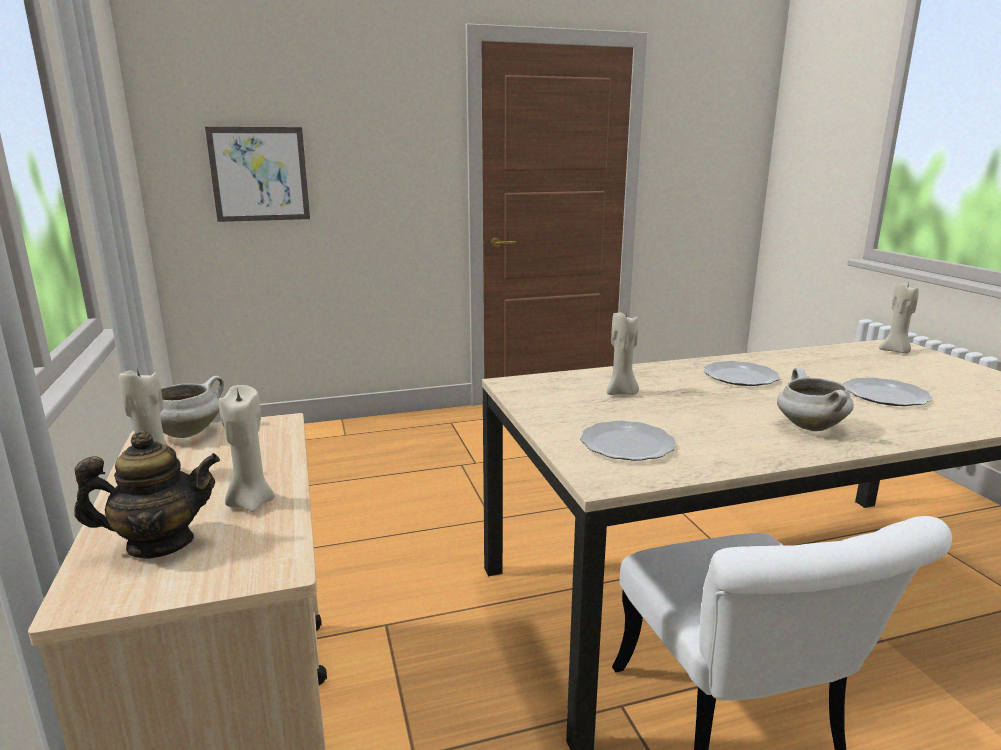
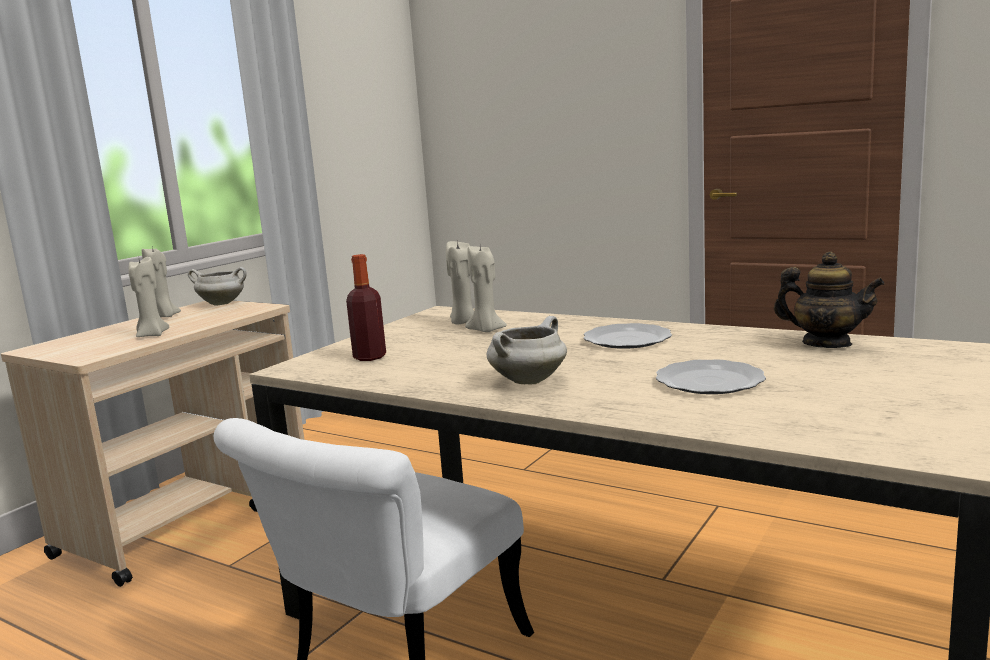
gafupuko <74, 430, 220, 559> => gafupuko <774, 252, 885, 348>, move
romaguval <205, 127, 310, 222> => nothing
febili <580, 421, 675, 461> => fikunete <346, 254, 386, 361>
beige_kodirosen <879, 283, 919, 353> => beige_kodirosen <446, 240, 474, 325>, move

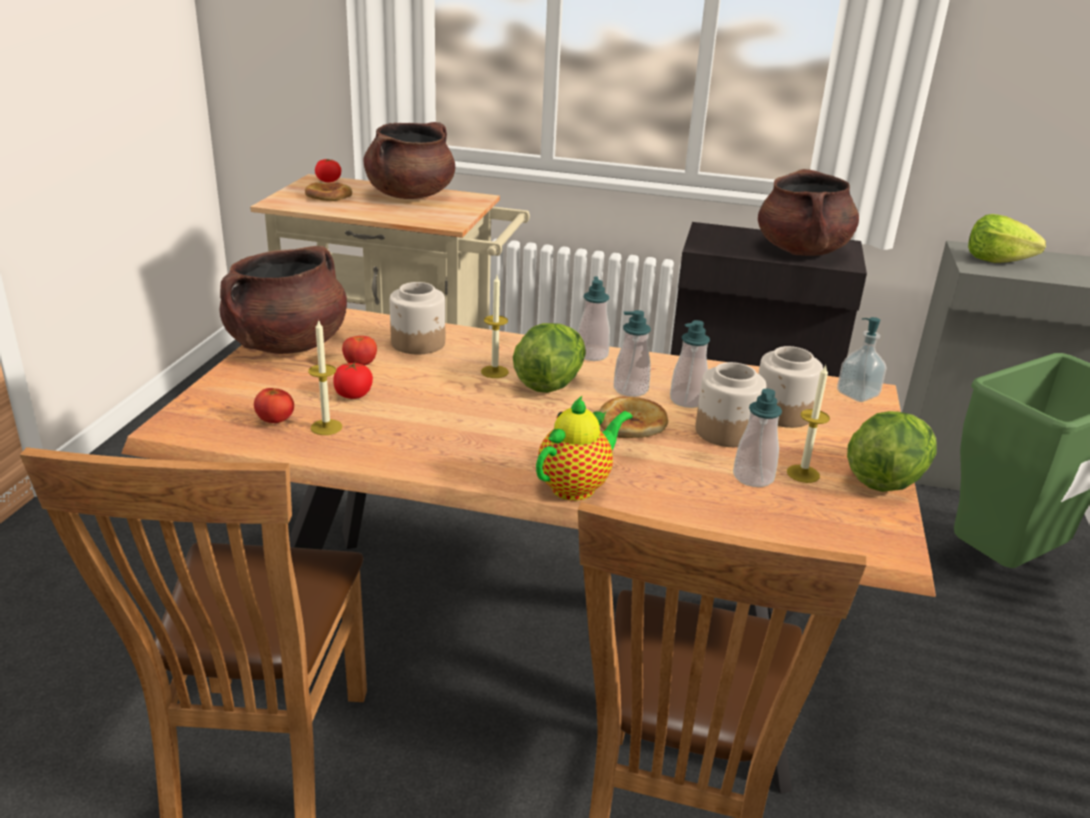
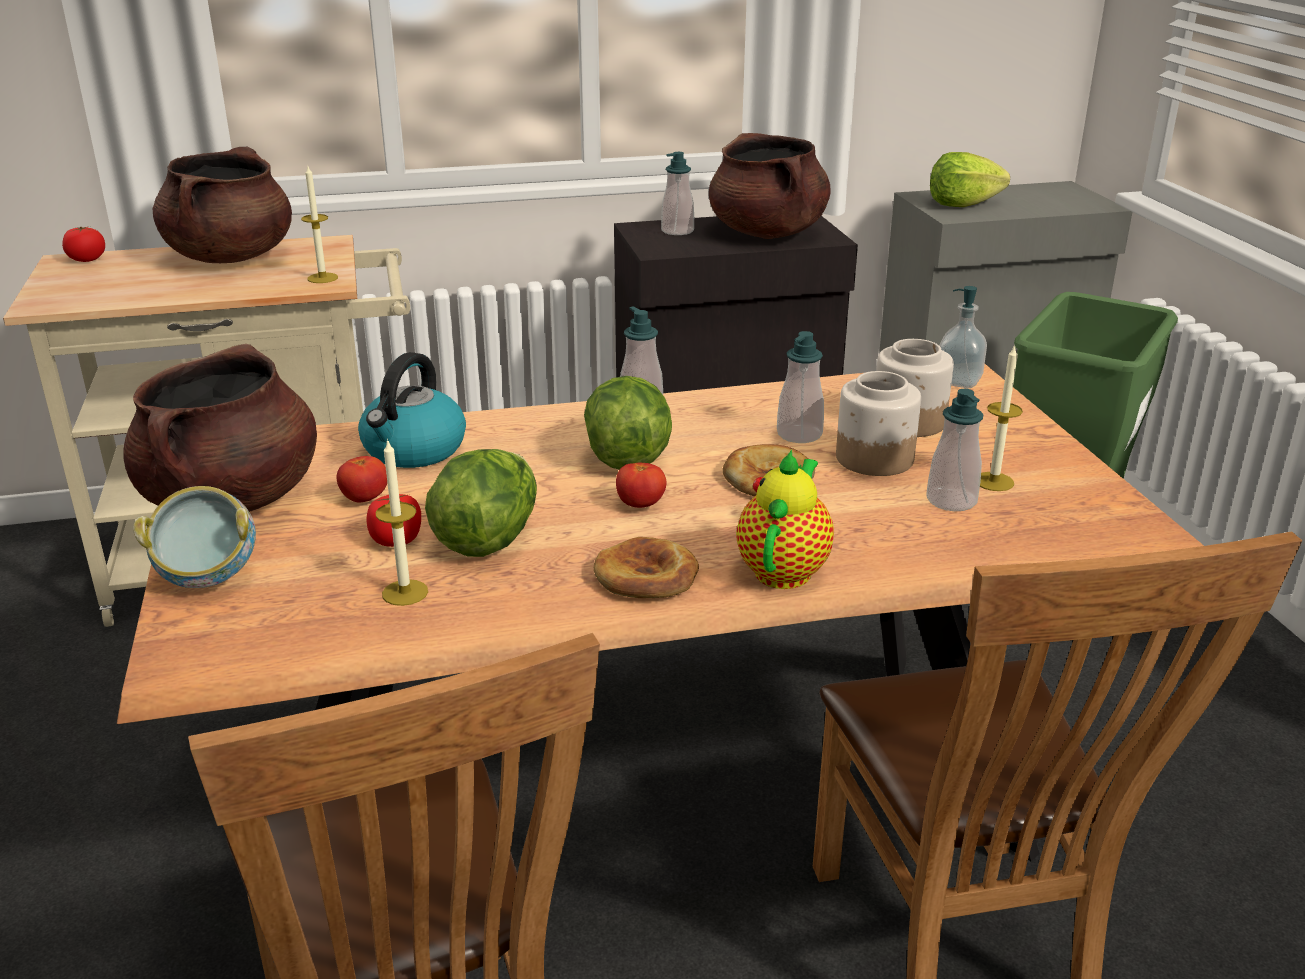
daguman <254, 388, 294, 423> => daguman <616, 463, 666, 508>, move
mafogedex <305, 182, 352, 201> => mafogedex <594, 537, 699, 598>, move
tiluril <390, 282, 445, 354> => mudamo <358, 352, 466, 468>
kodirosen <481, 275, 509, 378> => kodirosen <301, 166, 338, 283>, move
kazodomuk <614, 310, 651, 397> => kazodomuk <661, 152, 694, 235>, move
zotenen <847, 411, 937, 492> => zotenen <425, 449, 537, 557>, move
nothing => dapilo <133, 486, 256, 588>

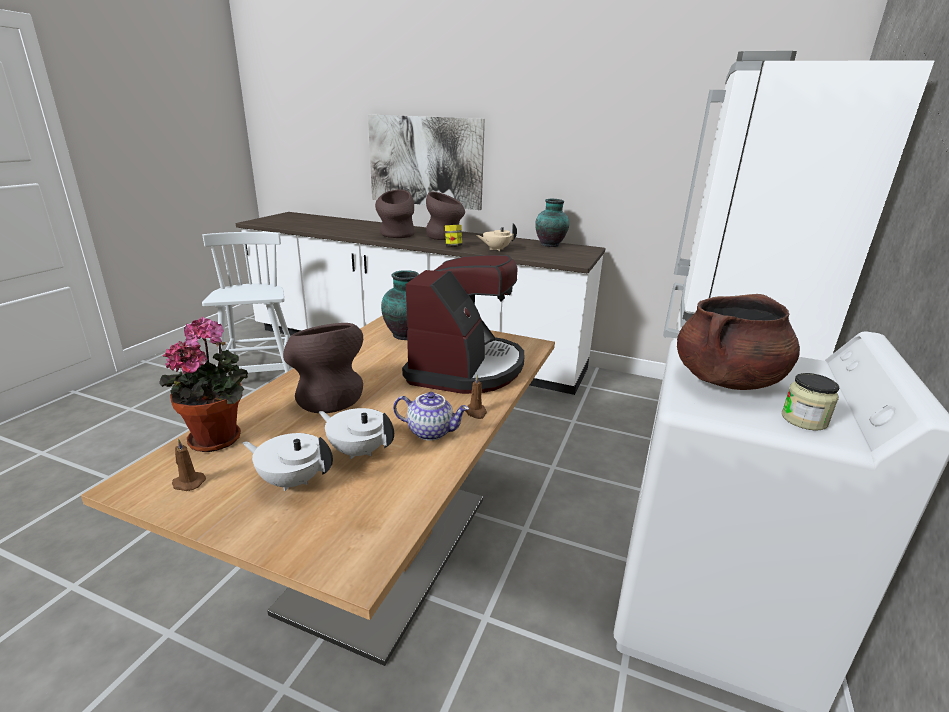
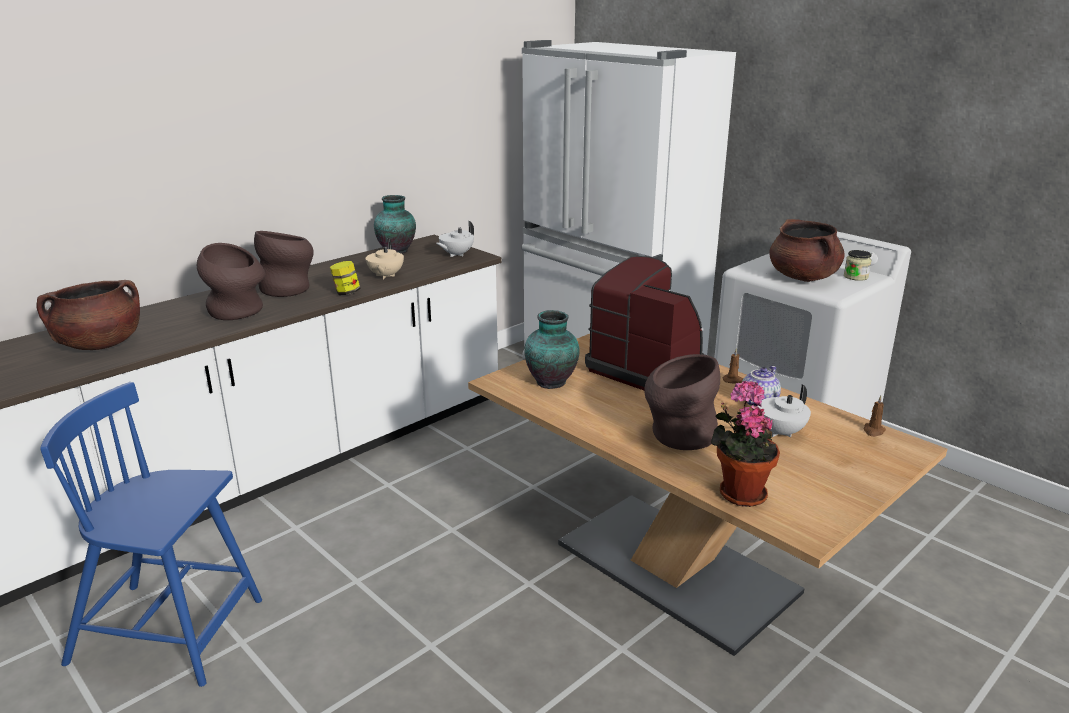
brown_kodirosen <172, 438, 206, 491> => brown_kodirosen <863, 396, 886, 437>, move
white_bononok <202, 232, 290, 374> => blue_bononok <40, 382, 262, 687>
white_gafupuko <243, 433, 333, 491> => white_gafupuko <436, 221, 474, 257>, move
romaguval <368, 115, 485, 210> => nothing
nothing => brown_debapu <36, 280, 140, 350>

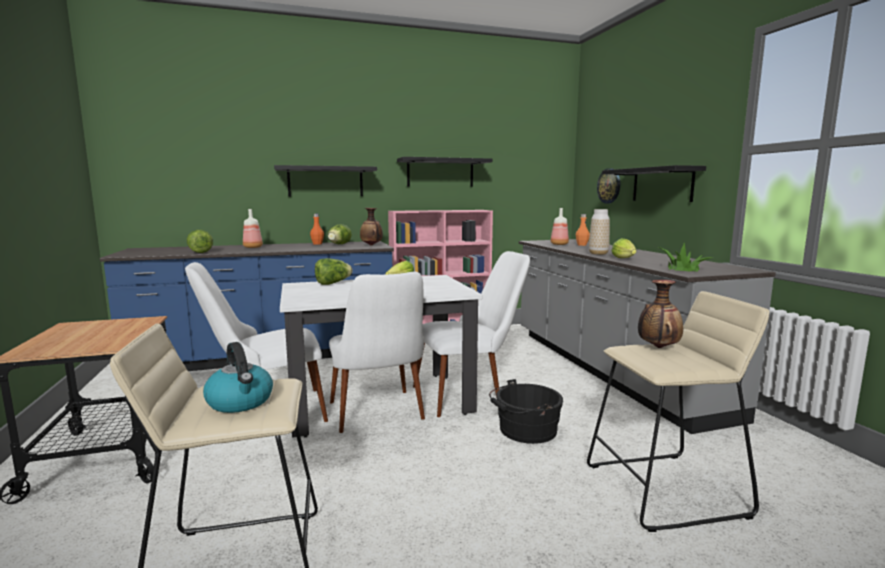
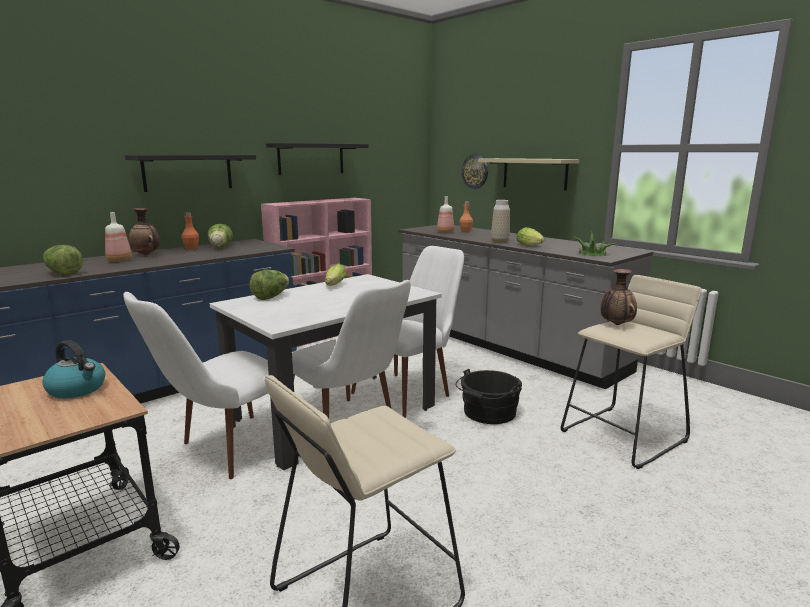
mudamo <203, 342, 273, 413> => mudamo <42, 340, 105, 399>, move
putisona <360, 208, 383, 245> => putisona <129, 208, 160, 255>, move
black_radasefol <602, 165, 706, 202> => beige_radasefol <478, 158, 579, 190>

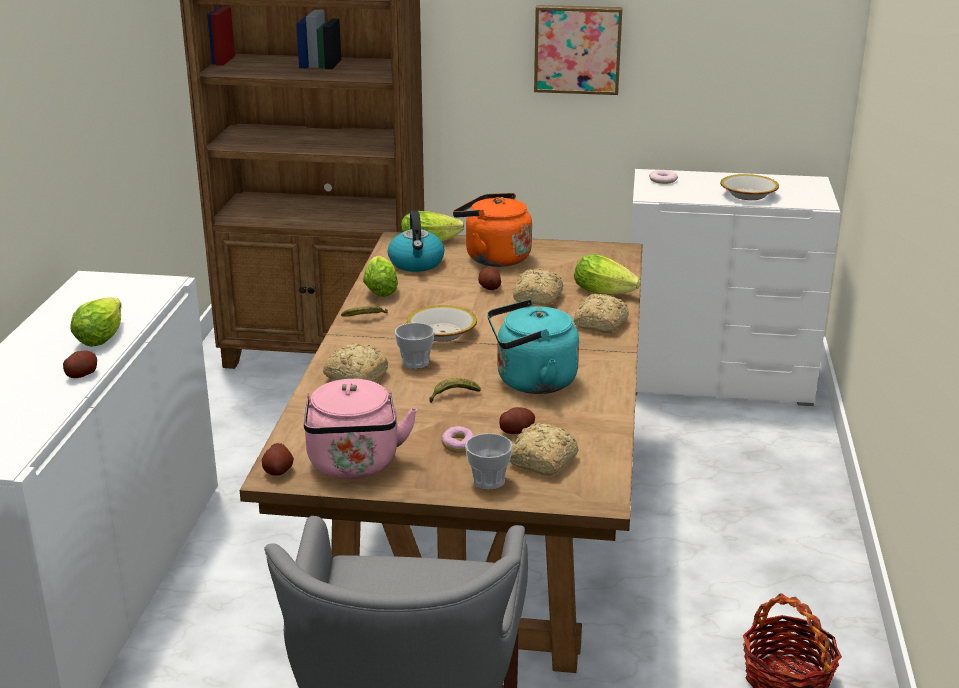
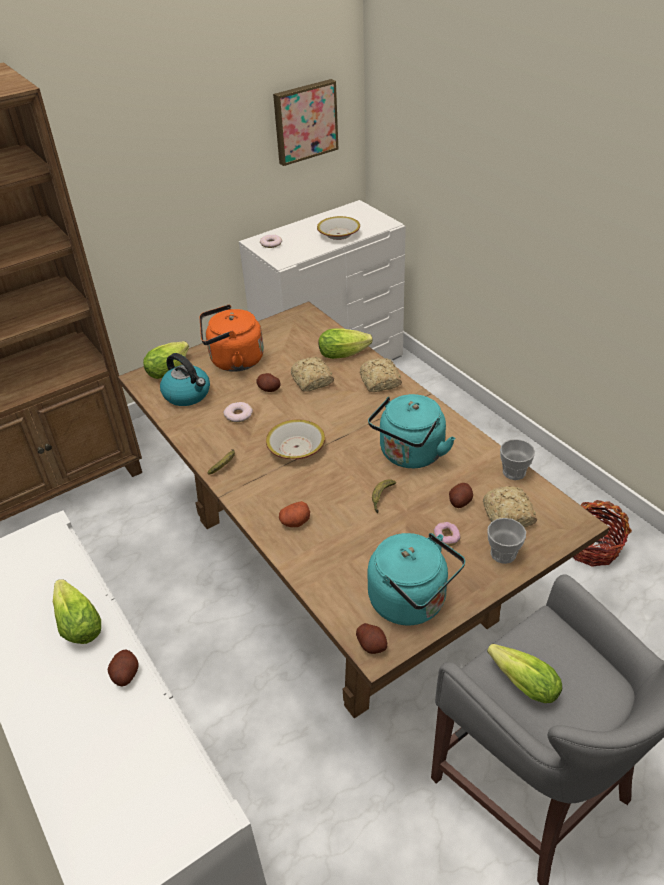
pink_mudamo <304, 379, 417, 479> => turquoise_mudamo <367, 533, 465, 625>
mafogedex <323, 343, 388, 382> => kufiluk <279, 501, 310, 527>
zotenen <363, 256, 398, 297> => zotenen <487, 644, 562, 703>, move
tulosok <395, 323, 435, 369> => tulosok <500, 439, 535, 480>, move
romaguval <534, 5, 623, 95> => romaguval <273, 79, 338, 166>, move
nothing => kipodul <224, 402, 253, 422>

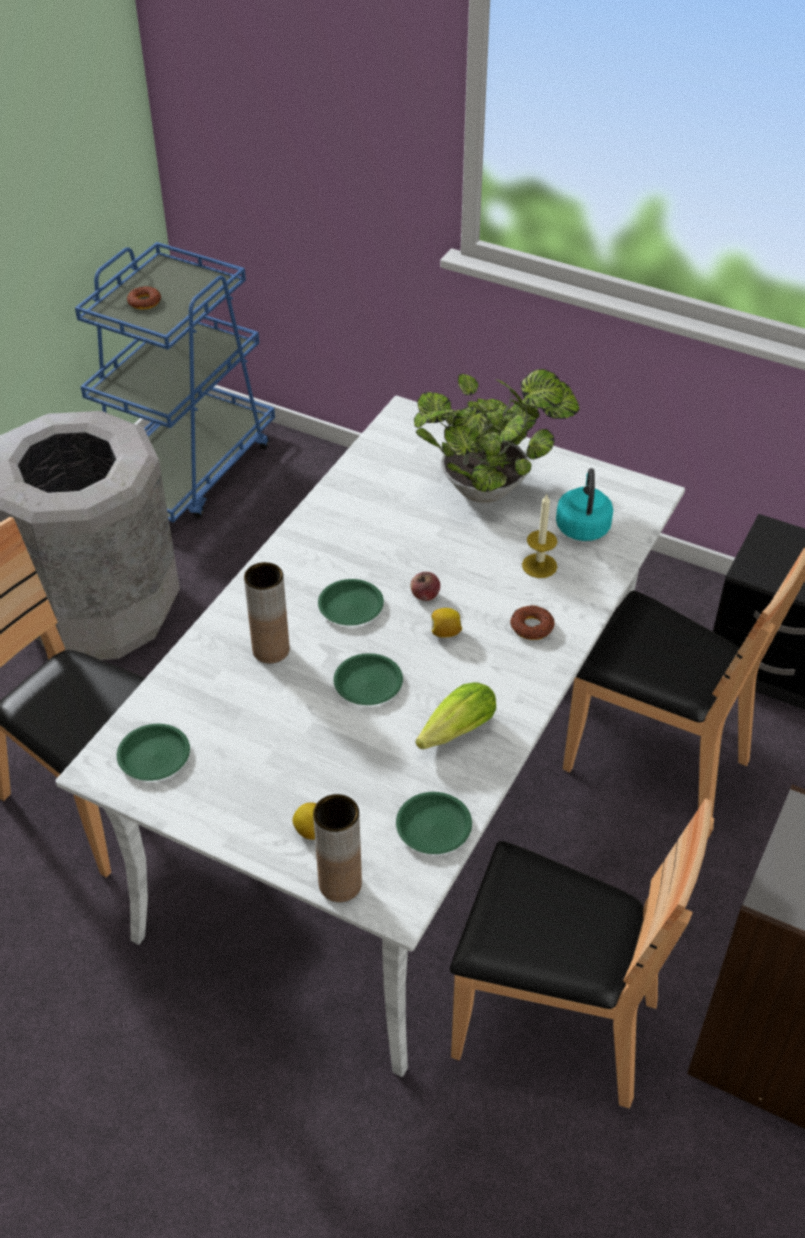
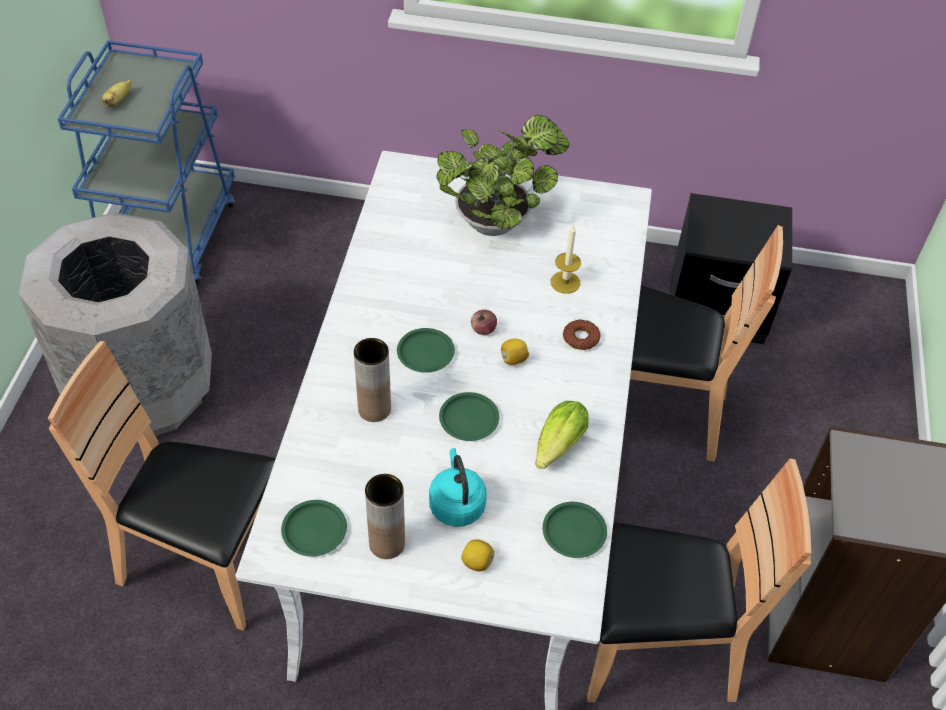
kipodul <127, 286, 161, 309> => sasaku <102, 80, 132, 107>
brown_putisona <313, 794, 362, 902> => brown_putisona <365, 474, 405, 559>, move
turquoise_mudamo <556, 468, 613, 541> => turquoise_mudamo <429, 448, 487, 527>, move

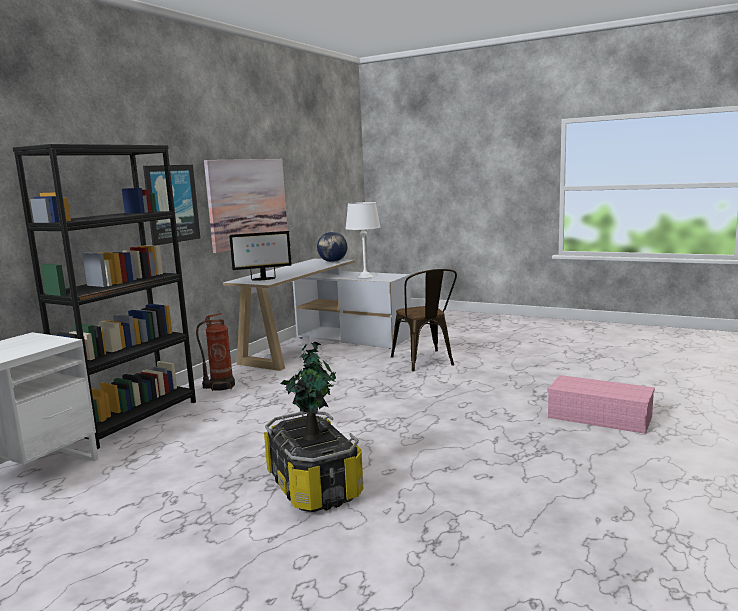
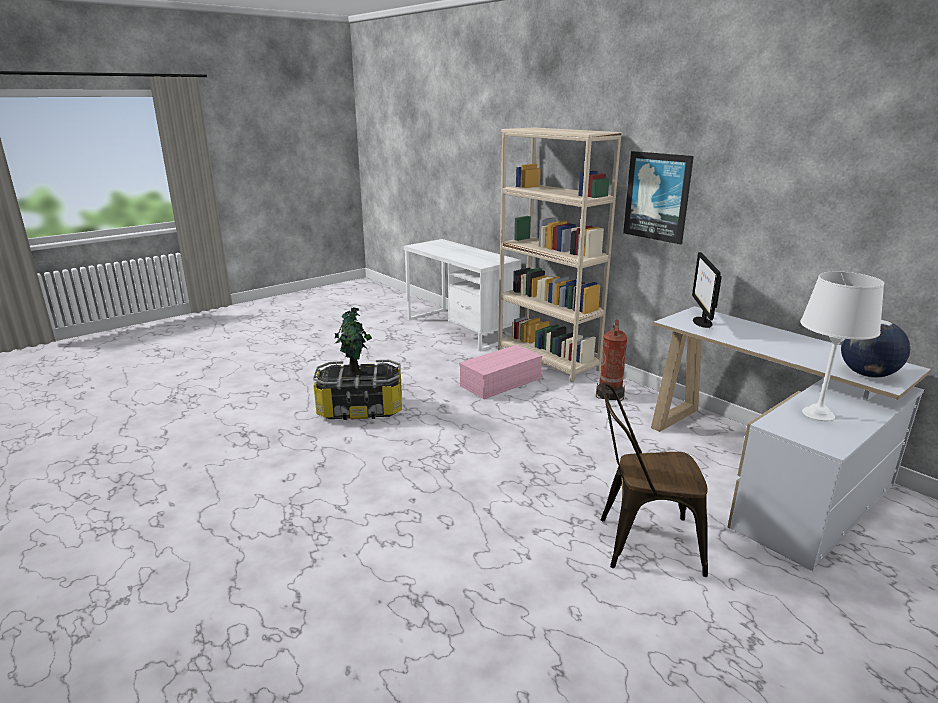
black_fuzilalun <12, 144, 196, 449> => beige_fuzilalun <498, 127, 622, 382>
romaguval <204, 159, 288, 253> => nothing
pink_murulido <548, 375, 655, 434> => pink_murulido <459, 345, 542, 399>, move

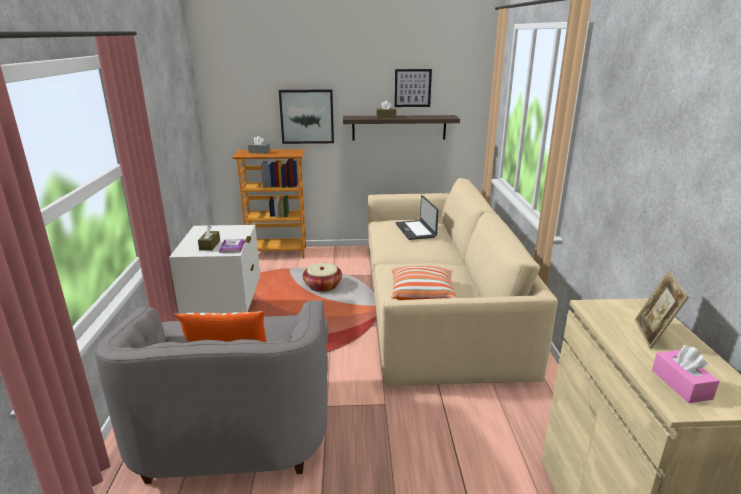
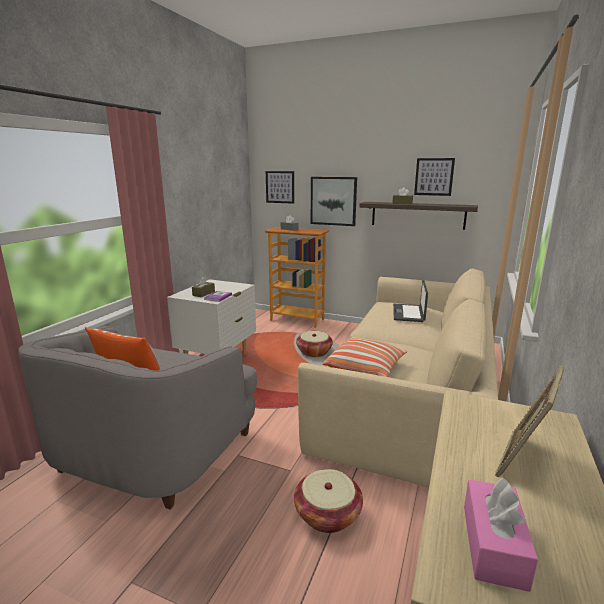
nothing => romaguval <266, 171, 294, 204>
nothing => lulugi <294, 469, 363, 533>

